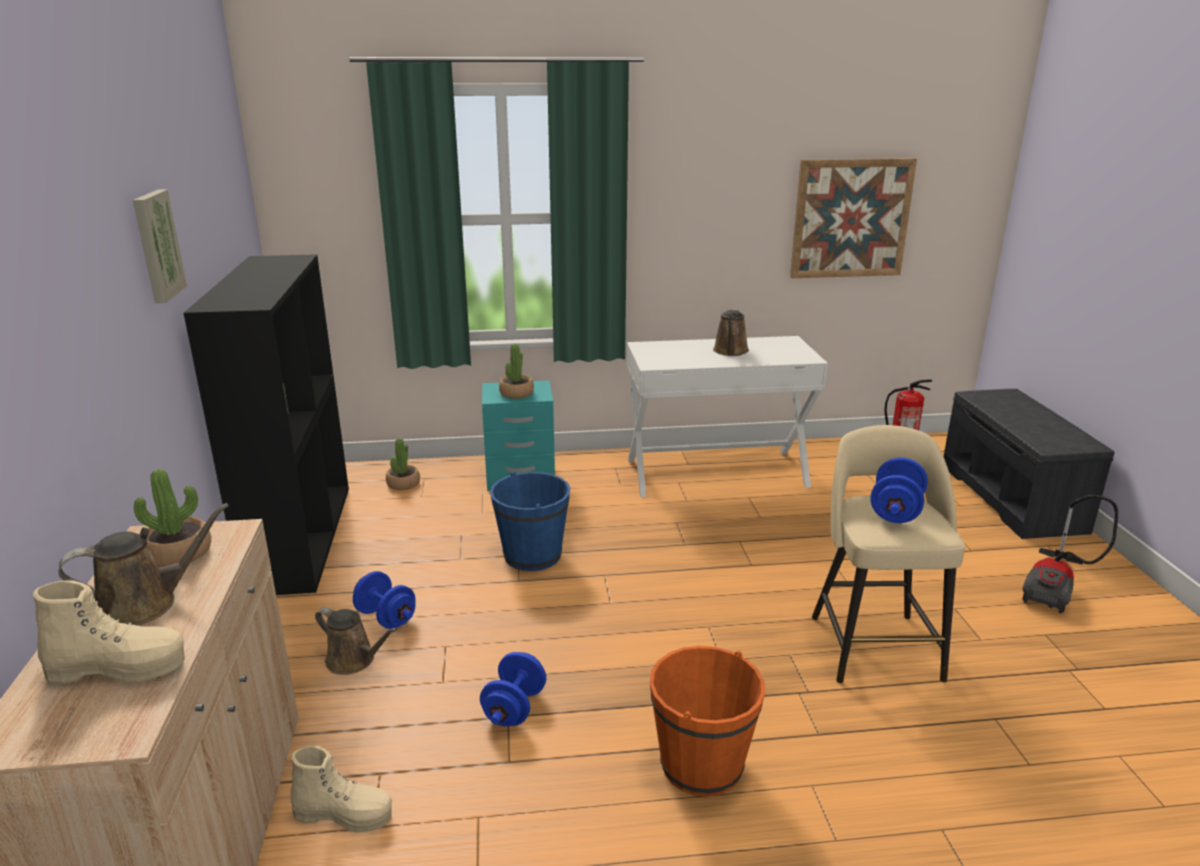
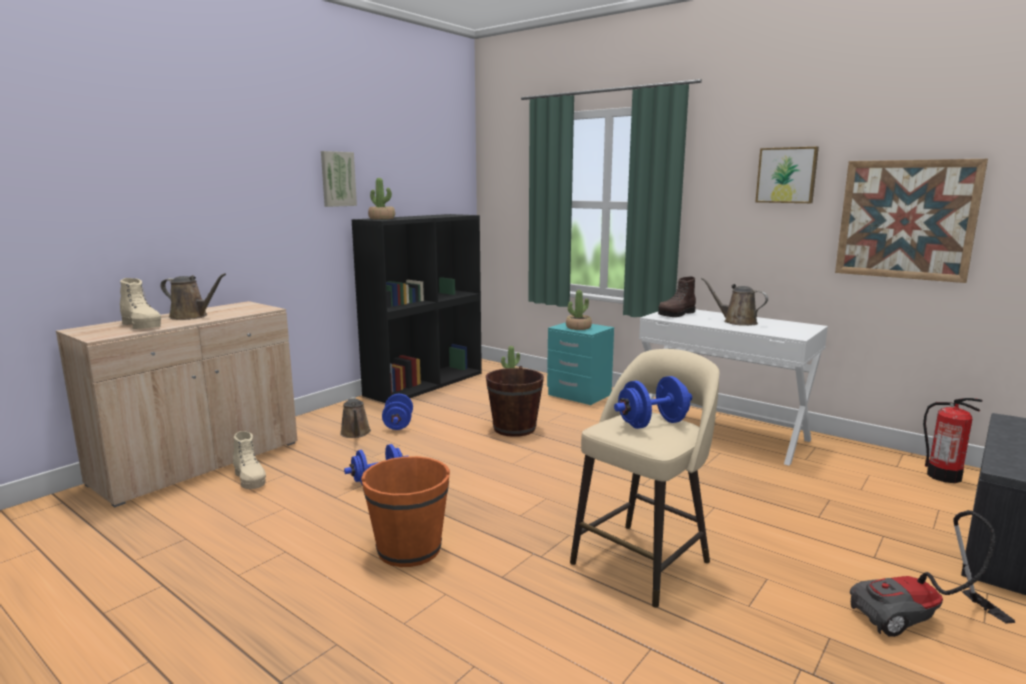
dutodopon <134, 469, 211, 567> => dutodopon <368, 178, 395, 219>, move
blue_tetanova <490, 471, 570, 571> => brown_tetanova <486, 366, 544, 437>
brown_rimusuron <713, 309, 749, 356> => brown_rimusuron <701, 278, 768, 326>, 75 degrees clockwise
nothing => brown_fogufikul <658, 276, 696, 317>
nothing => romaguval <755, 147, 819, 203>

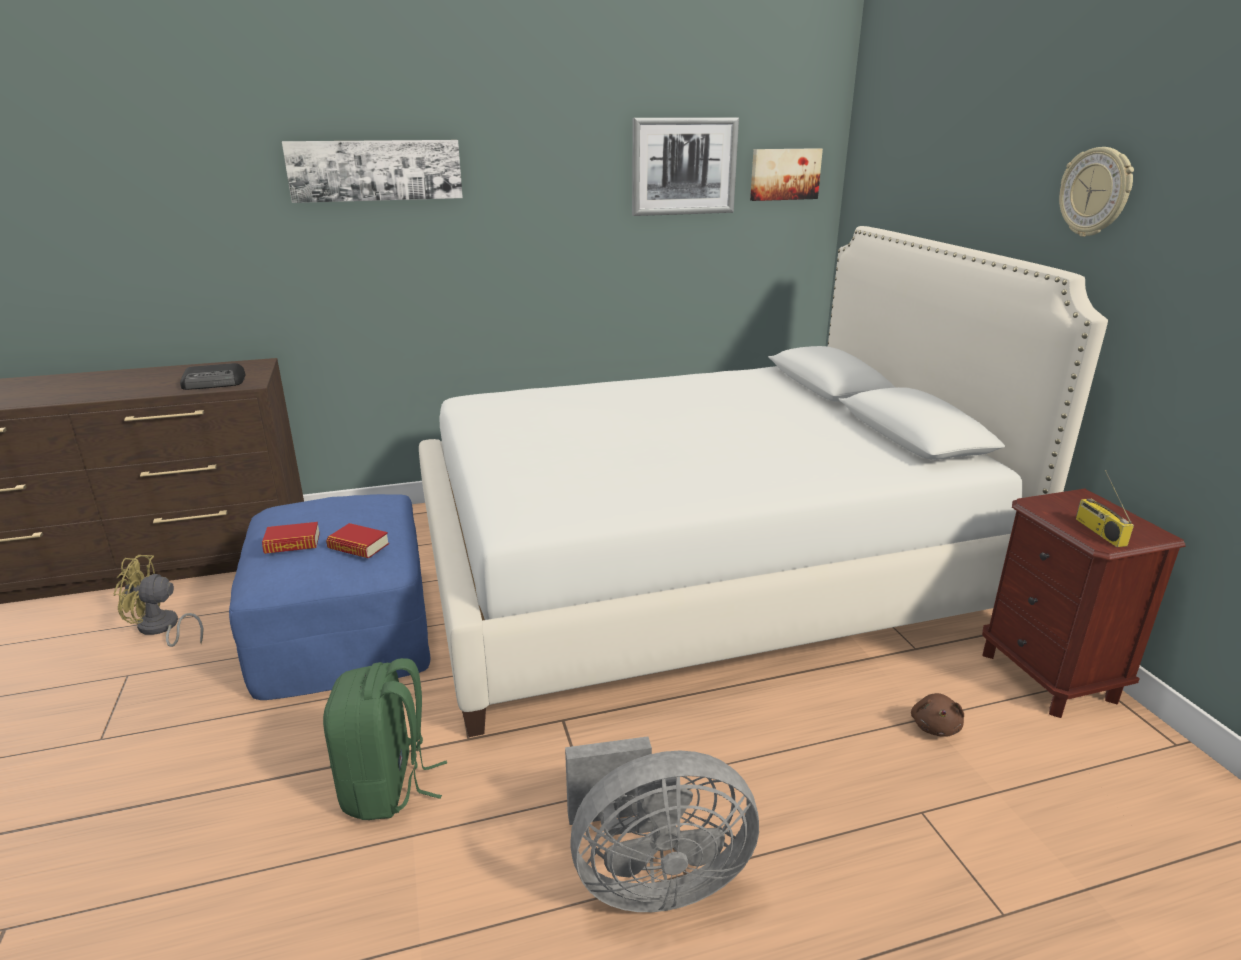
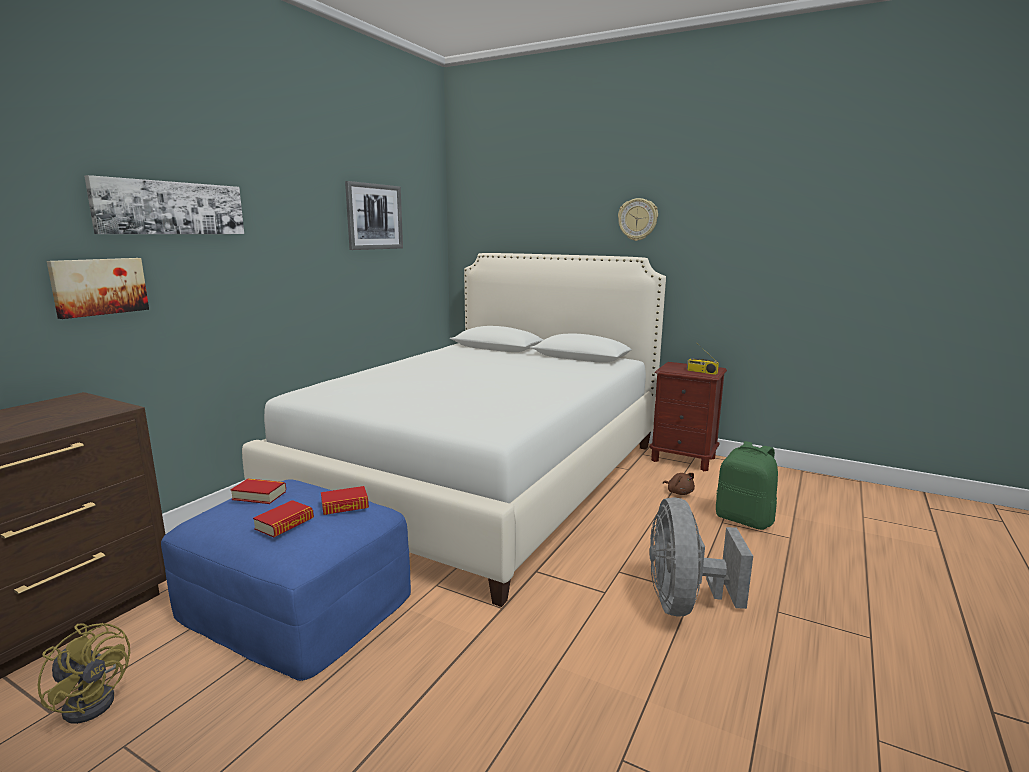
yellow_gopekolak <114, 555, 204, 647> => yellow_gopekolak <37, 623, 130, 724>, 105 degrees counterclockwise
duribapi <180, 363, 246, 390> => nothing
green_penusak <323, 658, 447, 820> => green_penusak <716, 441, 778, 530>, move
grey_gopekolak <565, 736, 759, 912> => grey_gopekolak <649, 497, 753, 617>, 150 degrees clockwise
romaguval <750, 148, 823, 201> => romaguval <47, 258, 149, 319>, move
nothing => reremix <231, 479, 286, 504>

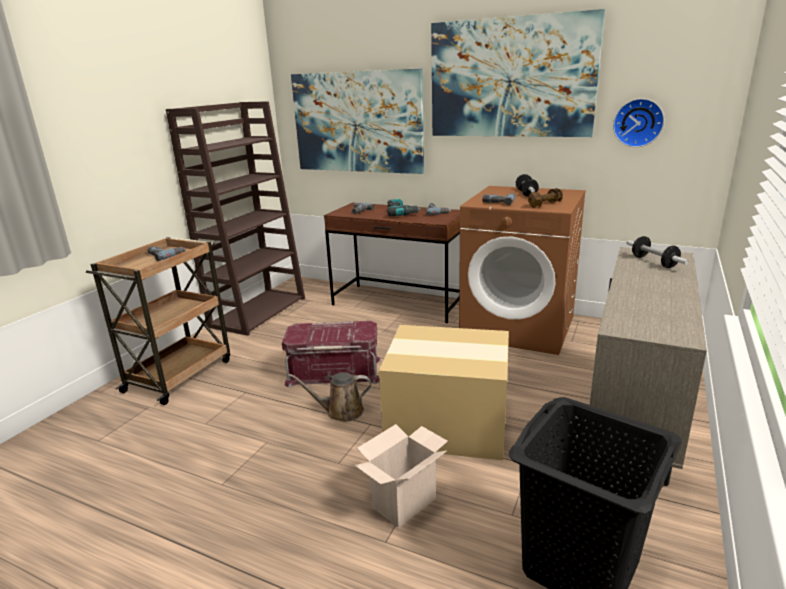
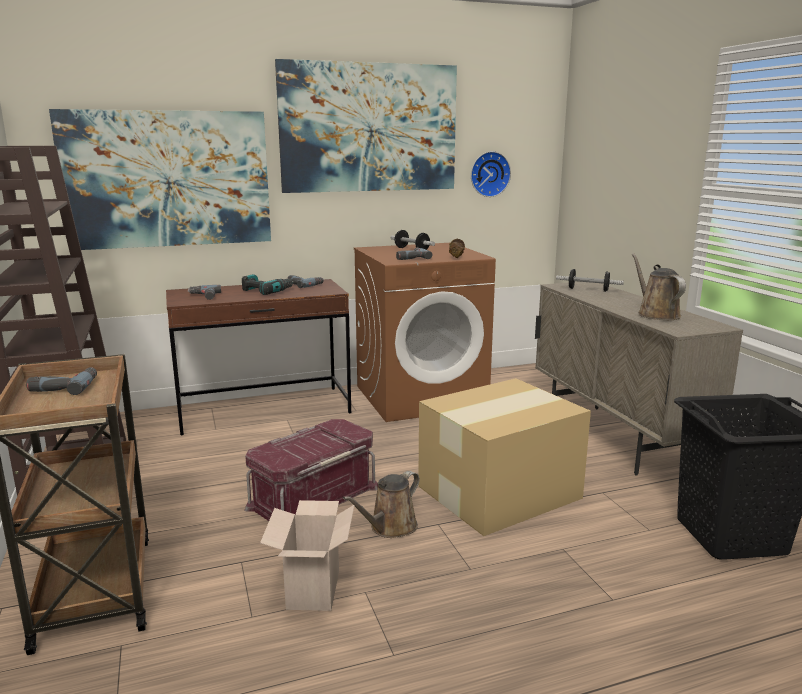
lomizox <354, 424, 448, 528> => lomizox <260, 500, 354, 611>, move
nothing => brown_rimusuron <632, 253, 686, 320>

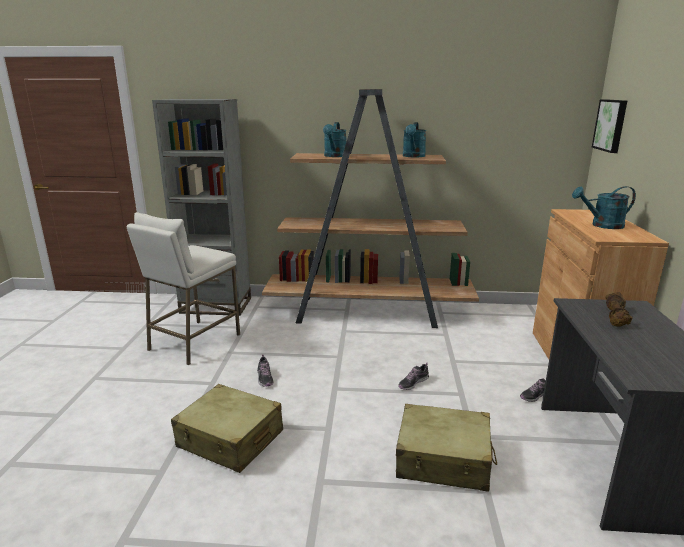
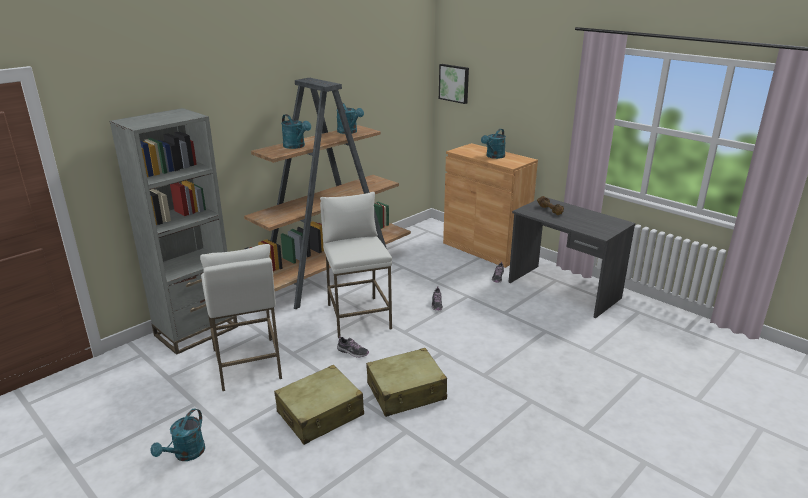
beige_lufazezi <396, 404, 497, 492> => beige_lufazezi <274, 365, 364, 445>, move
nothing => turquoise_rimusuron <151, 409, 205, 461>
nothing => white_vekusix <320, 192, 392, 338>

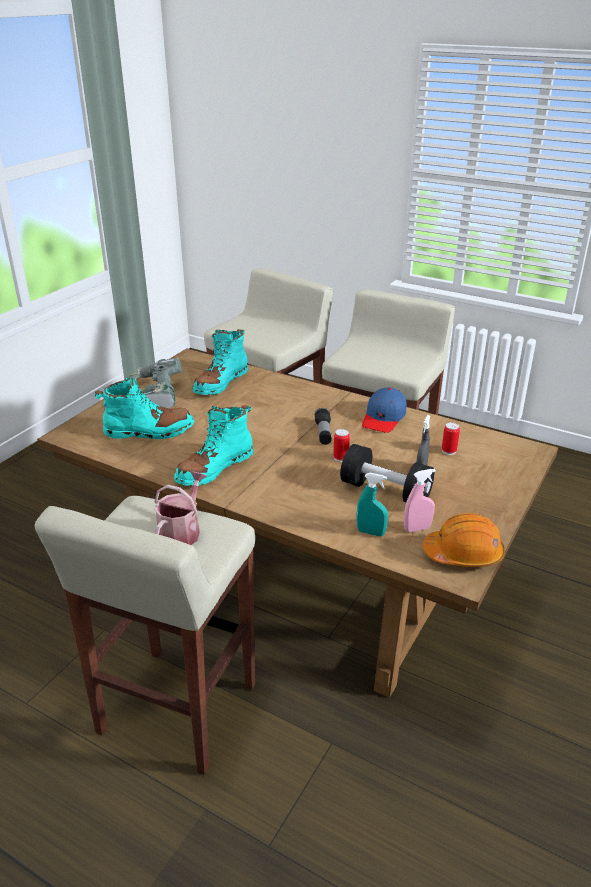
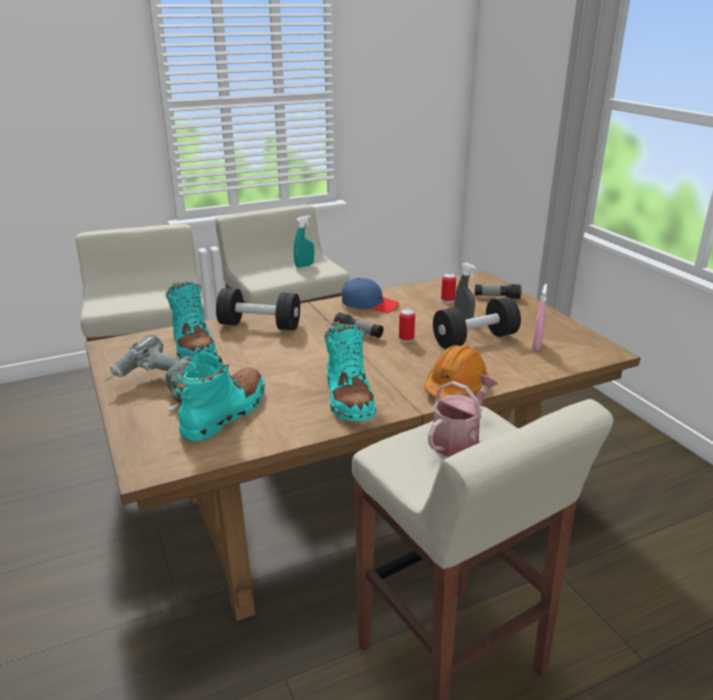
rimusuron <154, 471, 207, 545> => rimusuron <428, 375, 498, 457>, 75 degrees clockwise
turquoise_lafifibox <357, 473, 388, 536> => turquoise_lafifibox <294, 215, 314, 268>, move
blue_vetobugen <362, 387, 407, 433> => blue_vetobugen <342, 278, 399, 312>, 45 degrees counterclockwise
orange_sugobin <423, 513, 505, 567> => orange_sugobin <424, 345, 489, 398>, move
nothing => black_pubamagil <216, 288, 300, 330>
nothing => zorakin <475, 284, 522, 299>

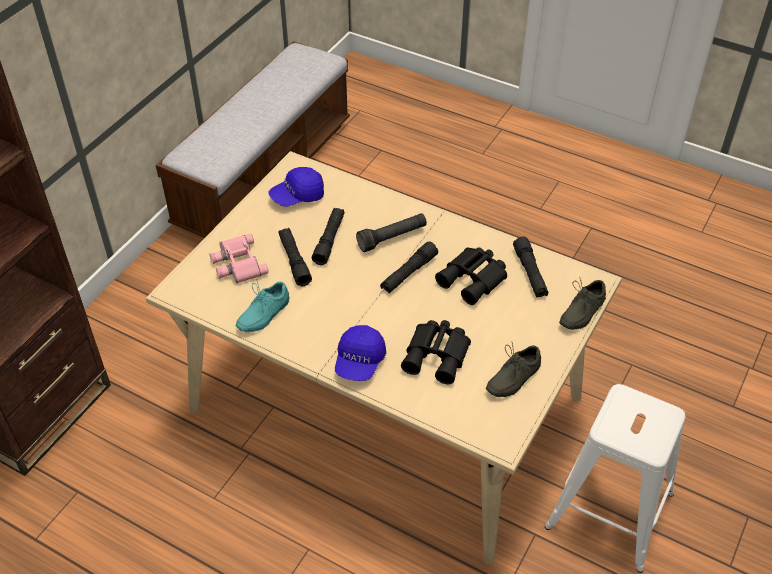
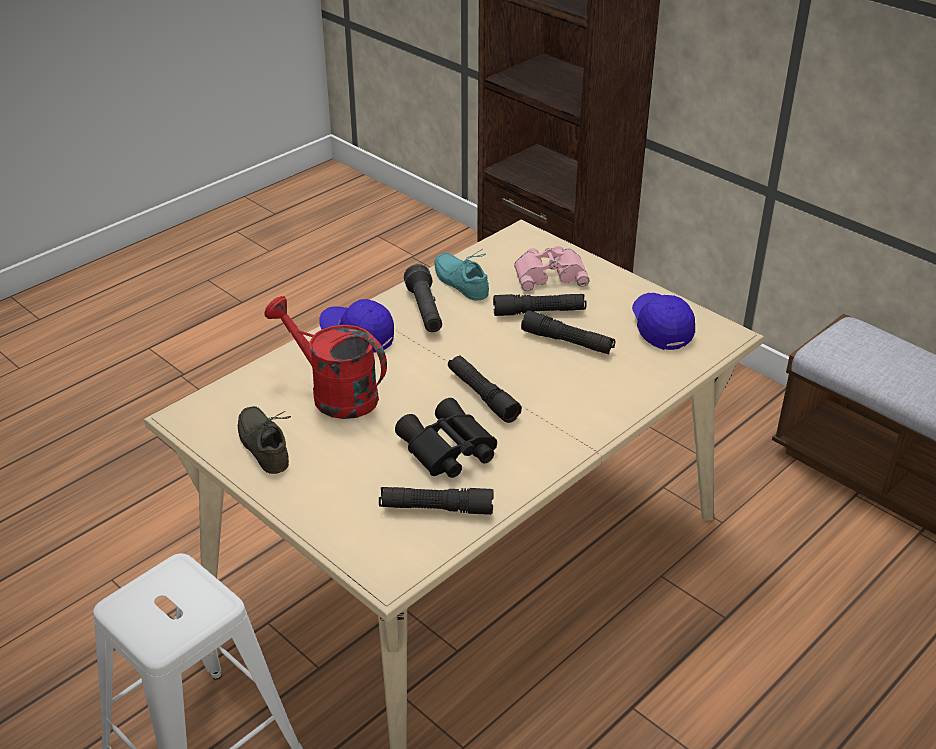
black_zorakin <356, 213, 427, 252> => black_zorakin <404, 264, 442, 332>, move
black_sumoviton <401, 320, 471, 384> => red_rimusuron <264, 296, 387, 419>
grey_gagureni <559, 279, 606, 330> => nothing

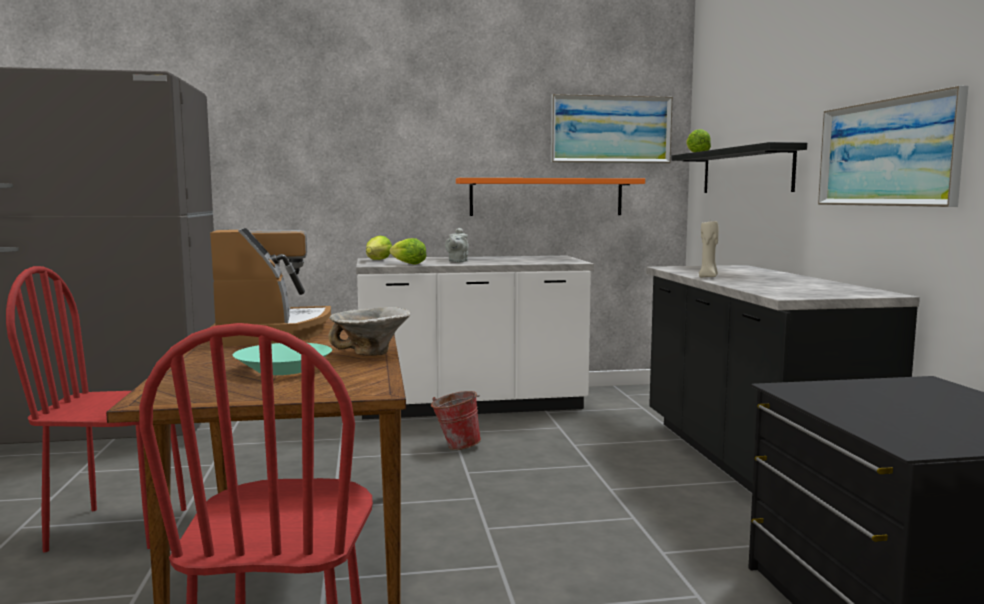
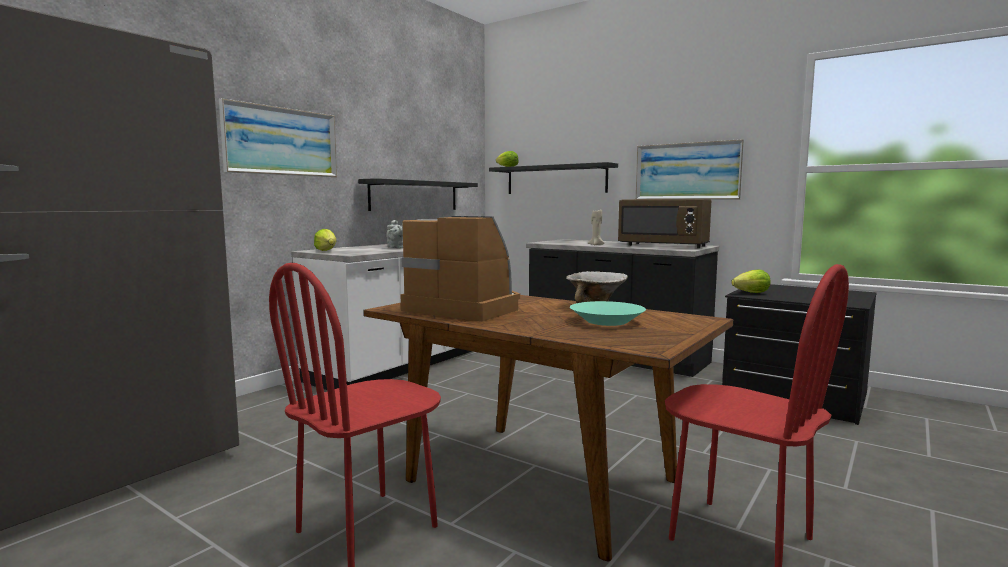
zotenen <389, 238, 426, 264> => zotenen <731, 270, 771, 293>, move
tetanova <431, 391, 481, 450> => nothing
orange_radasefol <456, 178, 645, 216> => black_radasefol <358, 178, 478, 211>
romaguval <551, 94, 673, 163> => romaguval <219, 98, 337, 177>, move
nothing => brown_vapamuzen <618, 199, 711, 248>

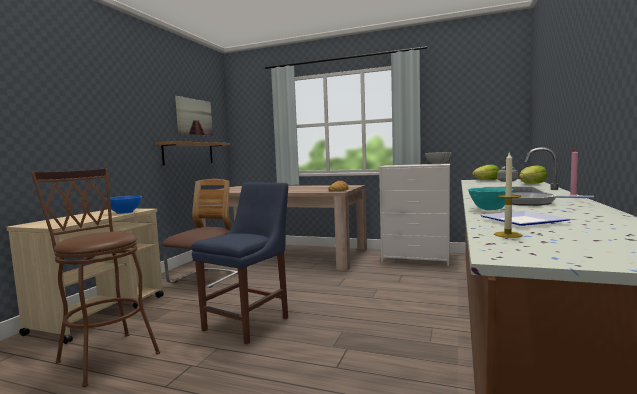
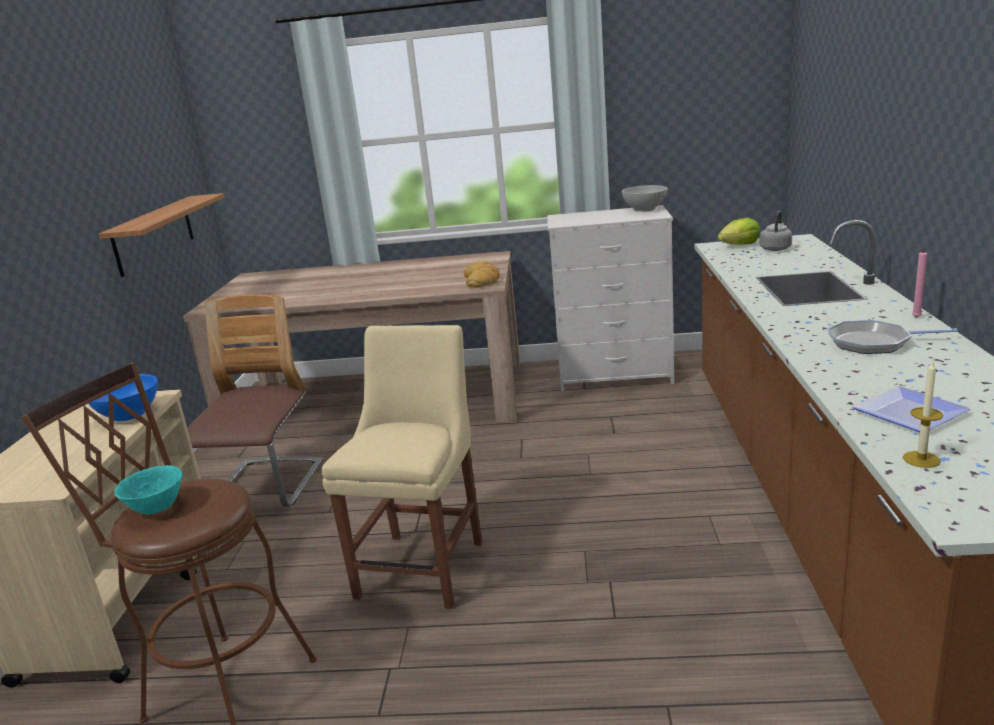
romaguval <175, 96, 213, 136> => nothing
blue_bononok <192, 182, 288, 344> => beige_bononok <322, 325, 482, 609>
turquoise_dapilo <468, 187, 513, 210> => turquoise_dapilo <115, 465, 182, 514>, move
zotenen <519, 165, 547, 184> => nothing

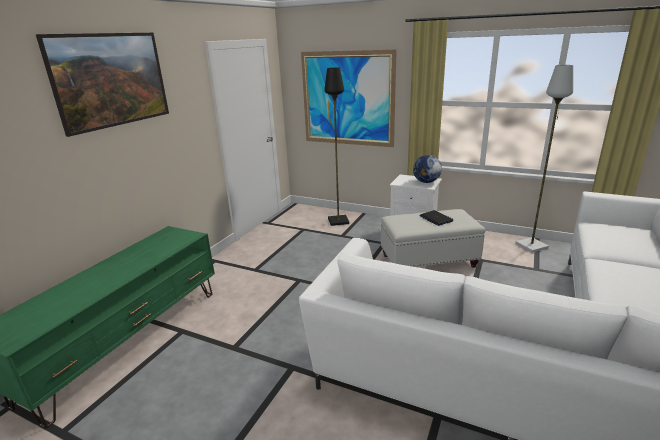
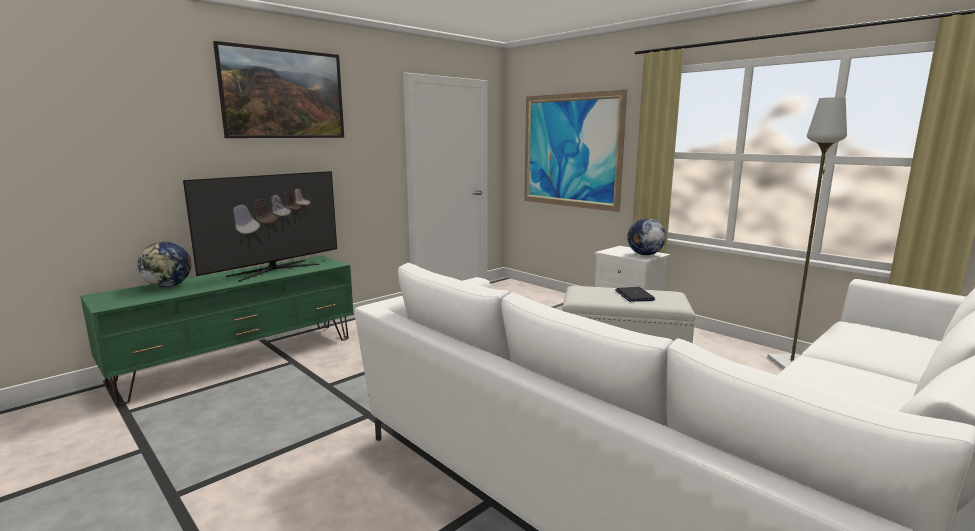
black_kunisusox <324, 68, 349, 226> => nothing
nothing => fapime <138, 242, 192, 287>
nothing => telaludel <183, 171, 337, 282>

